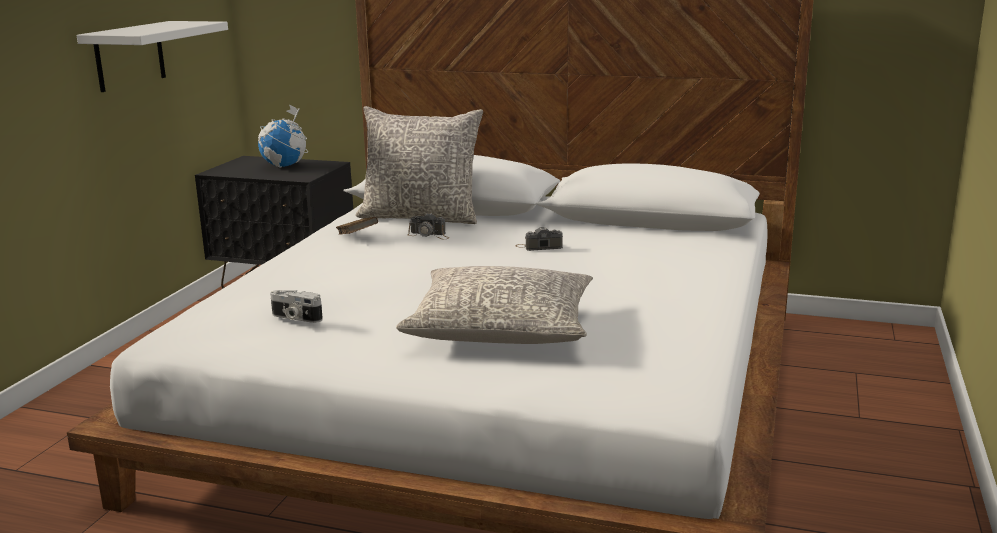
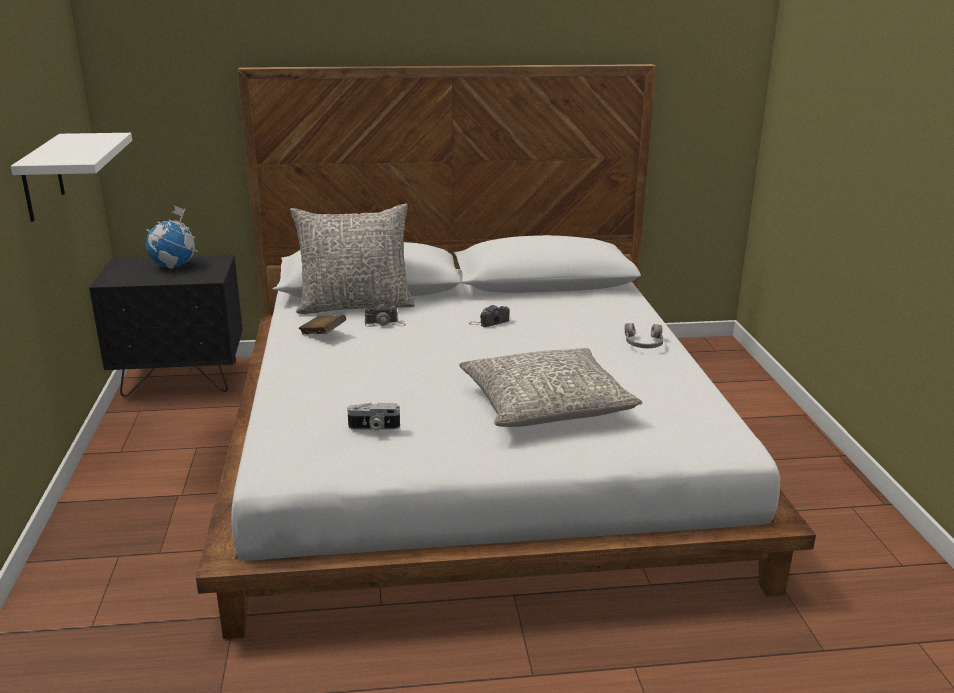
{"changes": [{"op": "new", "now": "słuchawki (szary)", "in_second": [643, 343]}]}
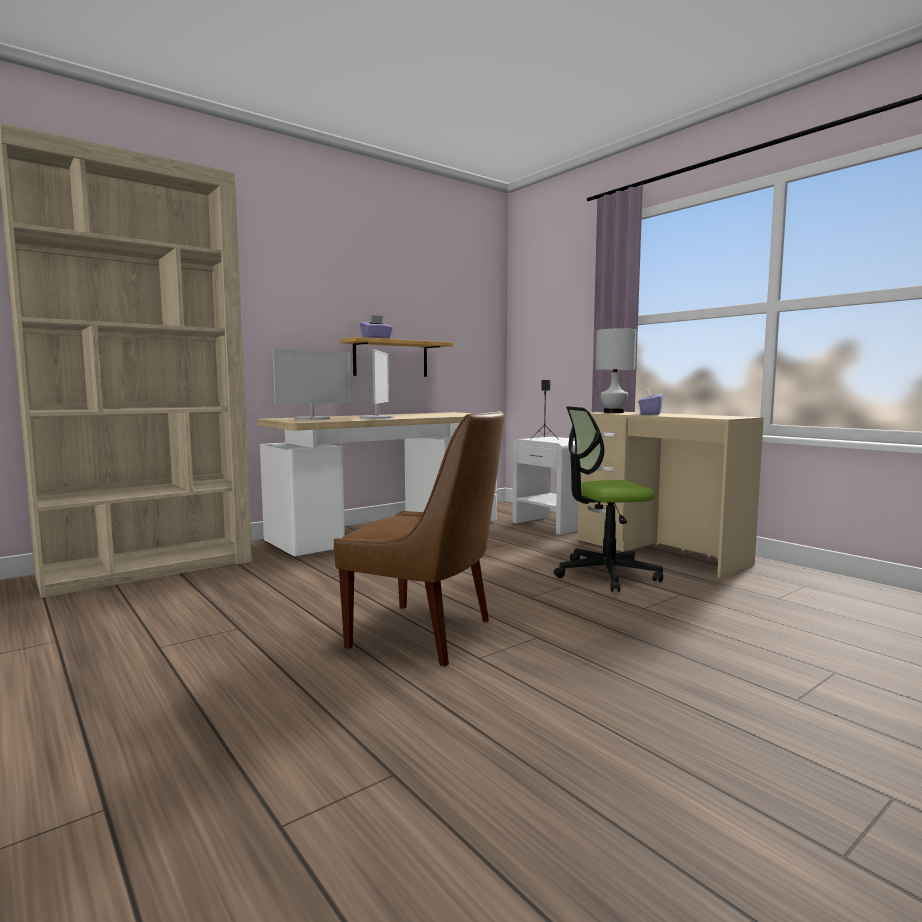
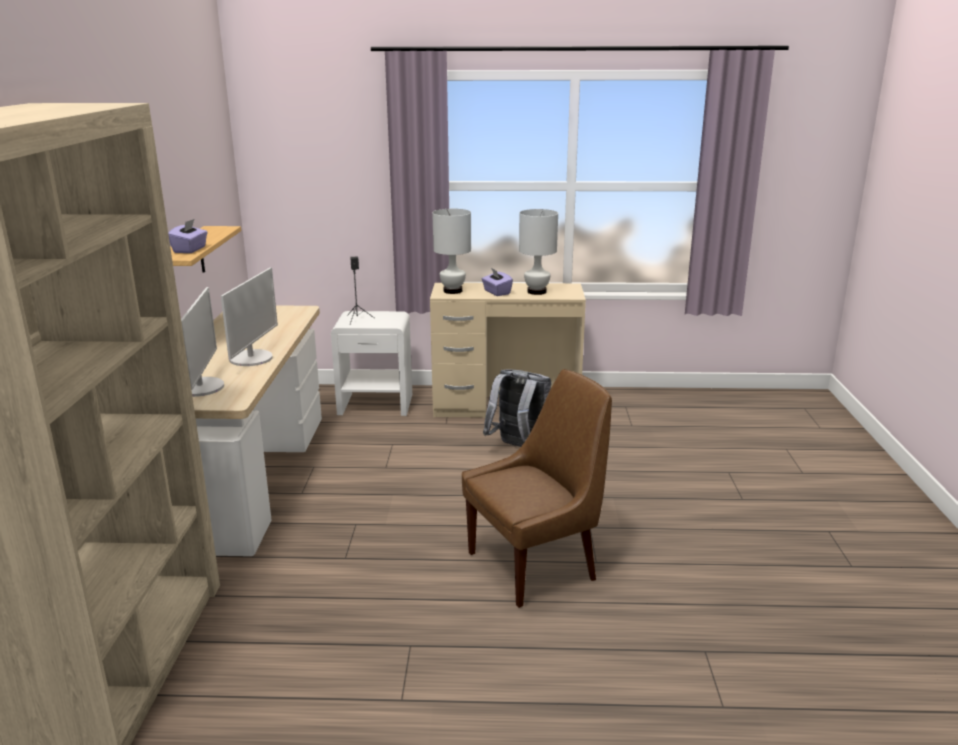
{"changes": [{"op": "rotated", "was": "monitor", "in_first": [377, 417], "in_second": [251, 358], "clockwise": 60}, {"op": "swapped", "was": "krzesło biurowe", "now": "plecak (szary)", "in_first": [605, 574], "in_second": [519, 448]}, {"op": "new", "now": "lampa stołowa (biały)", "in_second": [537, 292]}]}
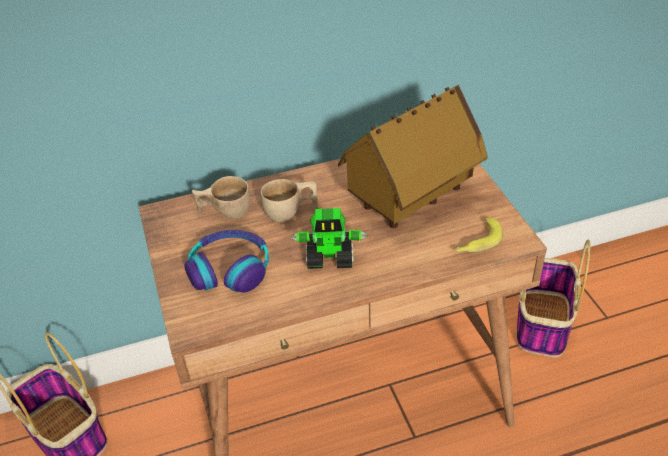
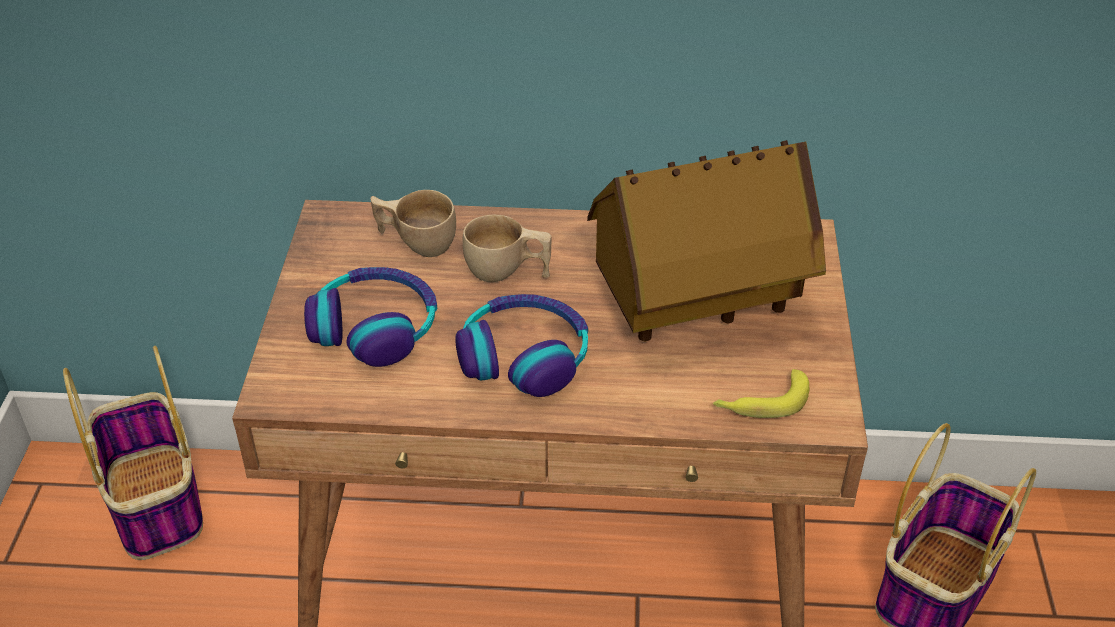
{"changes": [{"op": "swapped", "was": "robot zabawkowy", "now": "słuchawki", "in_first": [330, 258], "in_second": [524, 356]}]}
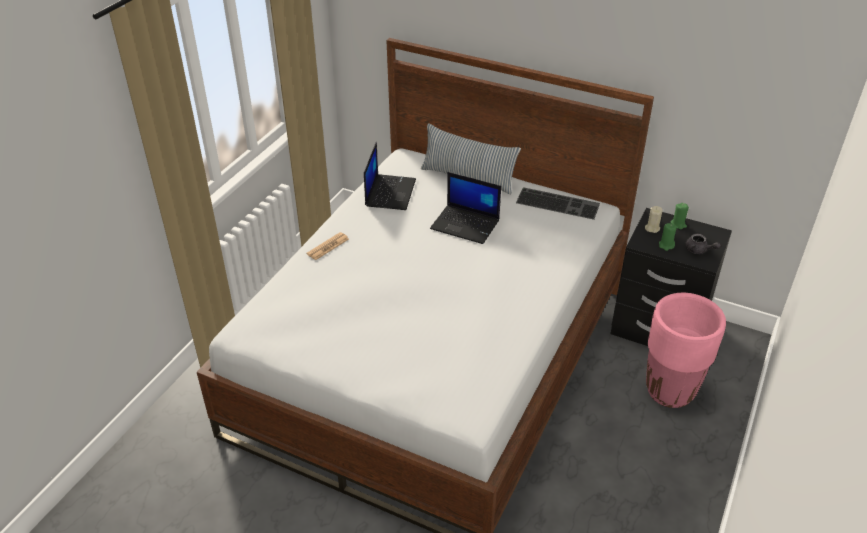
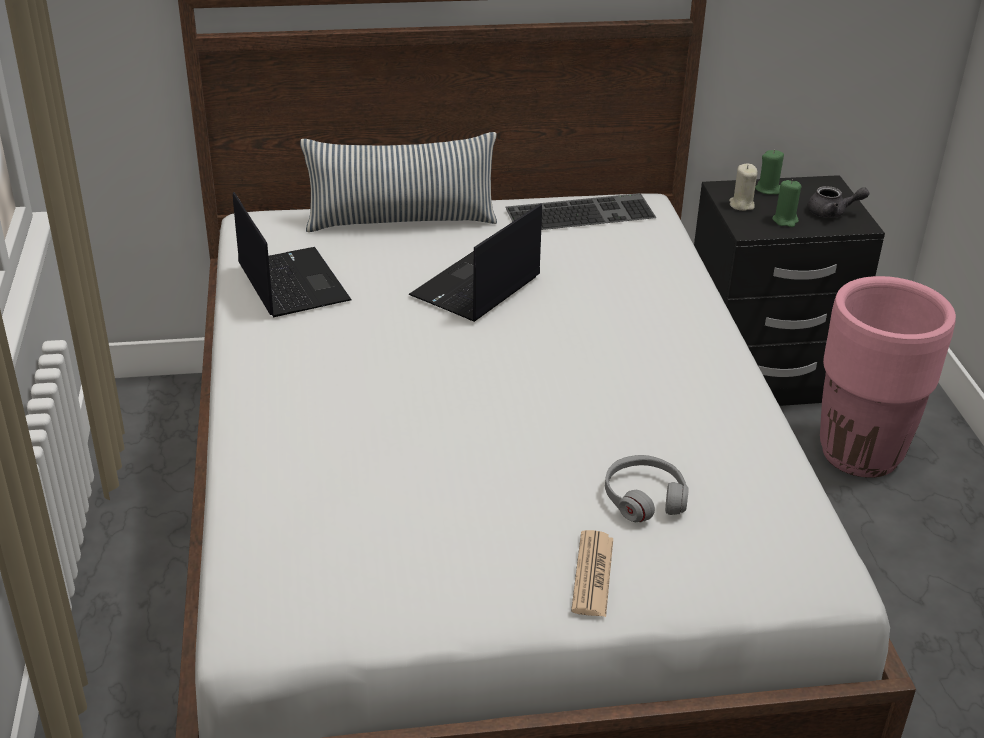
{"changes": [{"op": "rotated", "was": "laptop", "in_first": [466, 224], "in_second": [476, 288], "clockwise": 135}, {"op": "shifted", "was": "gazeta", "in_first": [328, 246], "in_second": [592, 574]}, {"op": "new", "now": "słuchawki (szary)", "in_second": [644, 497]}]}
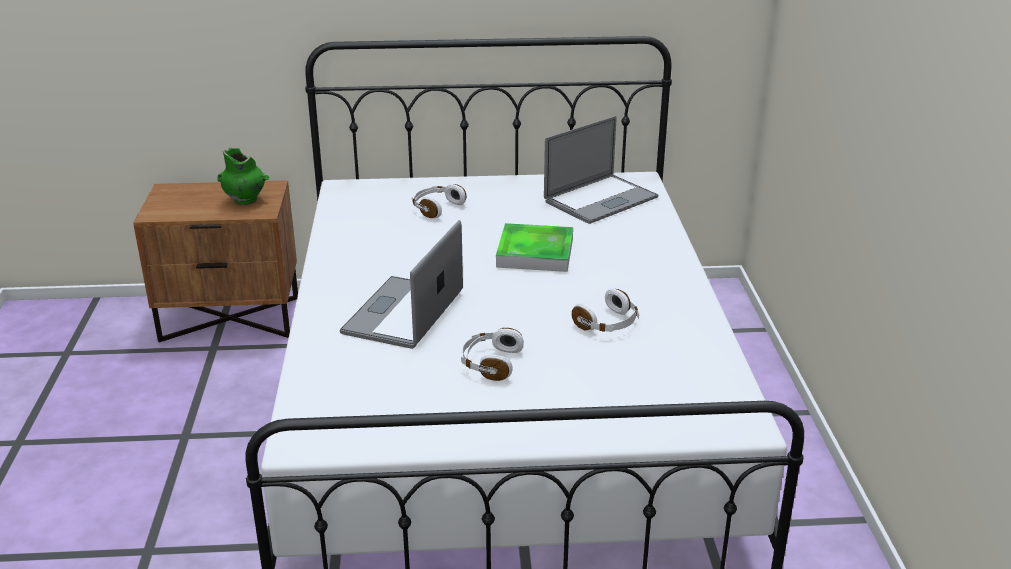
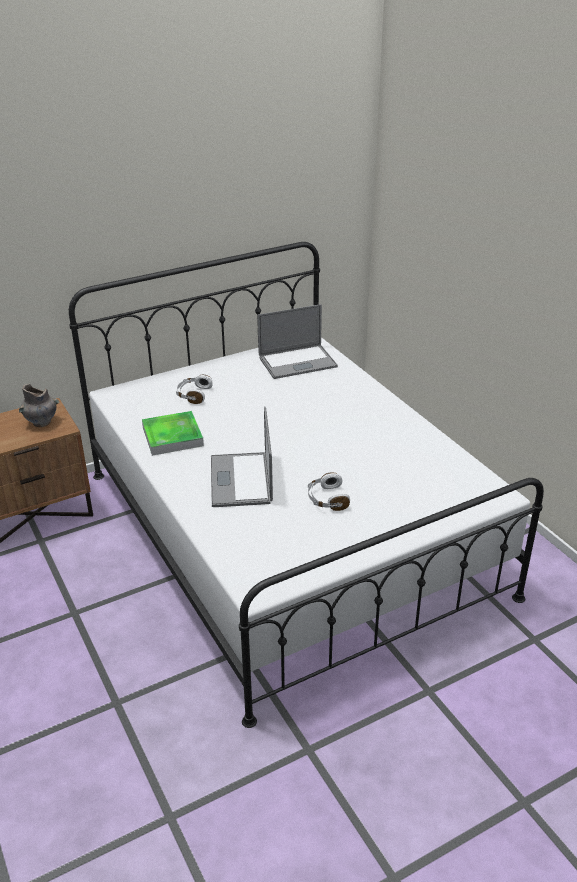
{"changes": [{"op": "rotated", "was": "laptop", "in_first": [600, 199], "in_second": [297, 362], "clockwise": 45}, {"op": "repainted", "was": "wazon (zielony)", "now": "wazon (szary)", "in_first": [246, 201], "in_second": [42, 422]}, {"op": "shifted", "was": "taca", "in_first": [535, 253], "in_second": [172, 436]}, {"op": "gone", "was": "słuchawki (biały)", "in_first": [608, 324]}]}
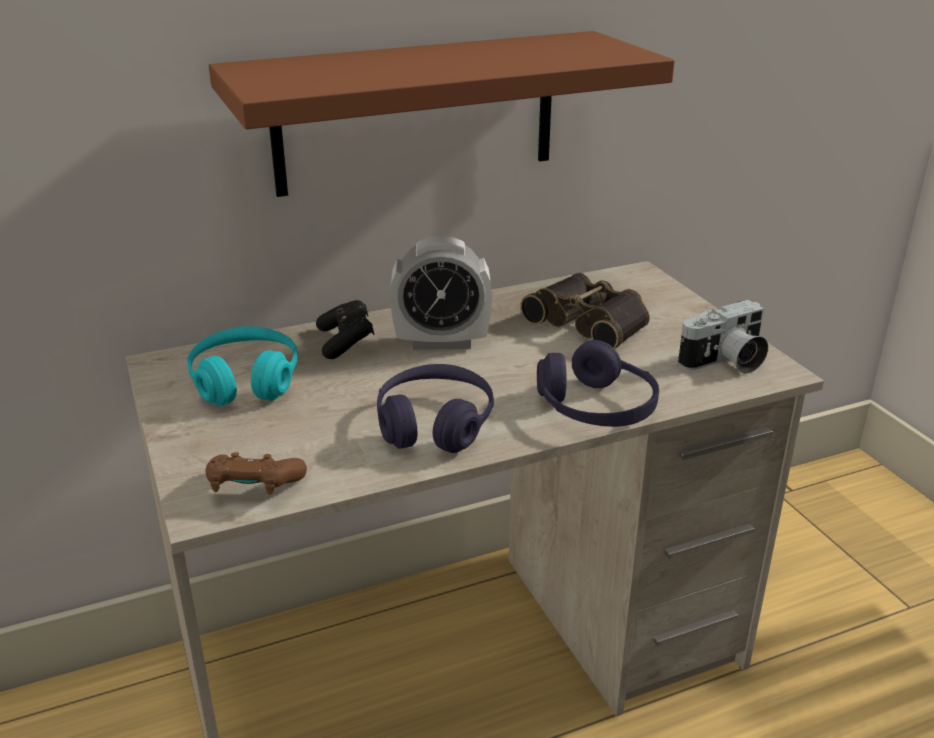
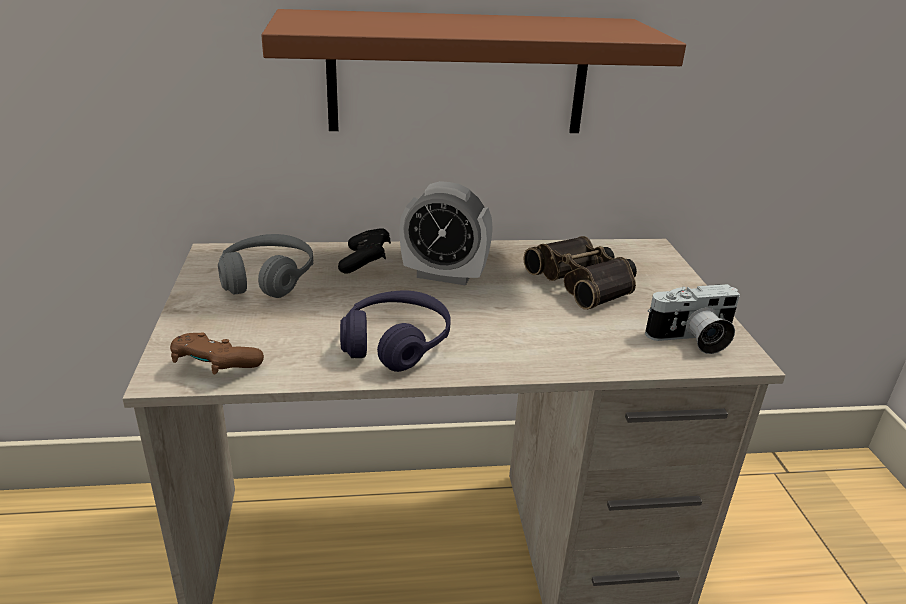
{"changes": [{"op": "repainted", "was": "słuchawki (turkusowy)", "now": "słuchawki (szary)", "in_first": [245, 381], "in_second": [267, 278]}, {"op": "gone", "was": "słuchawki (fioletowy)", "in_first": [596, 408]}]}
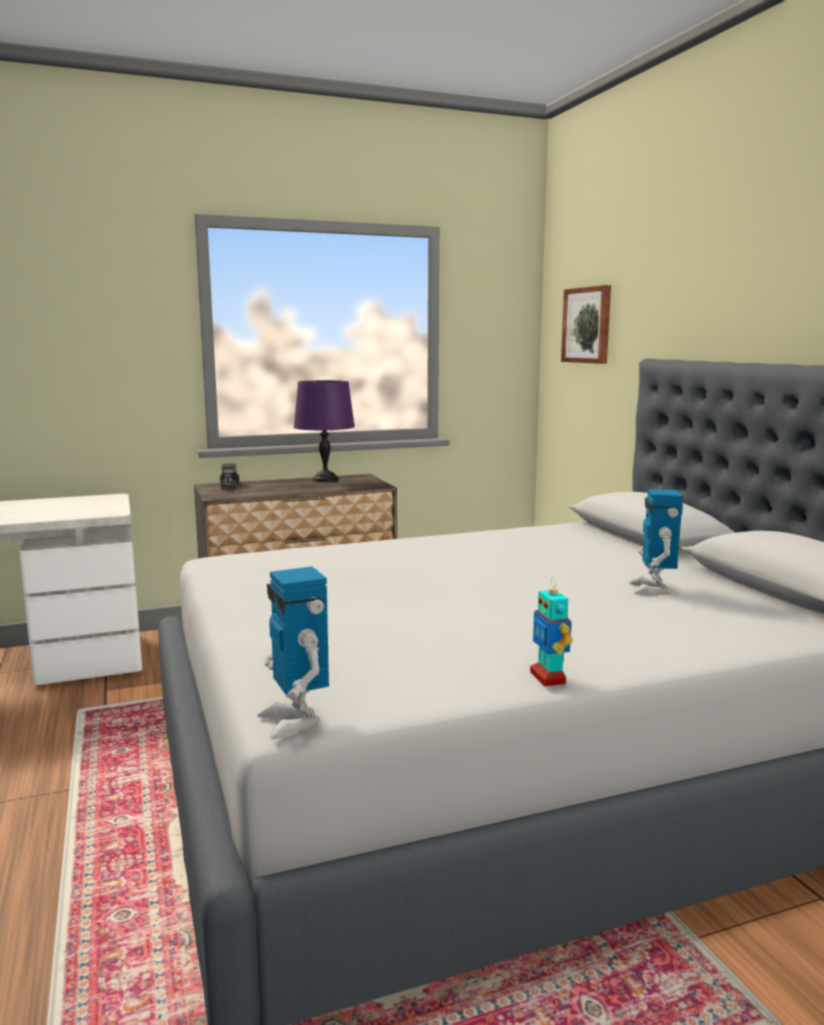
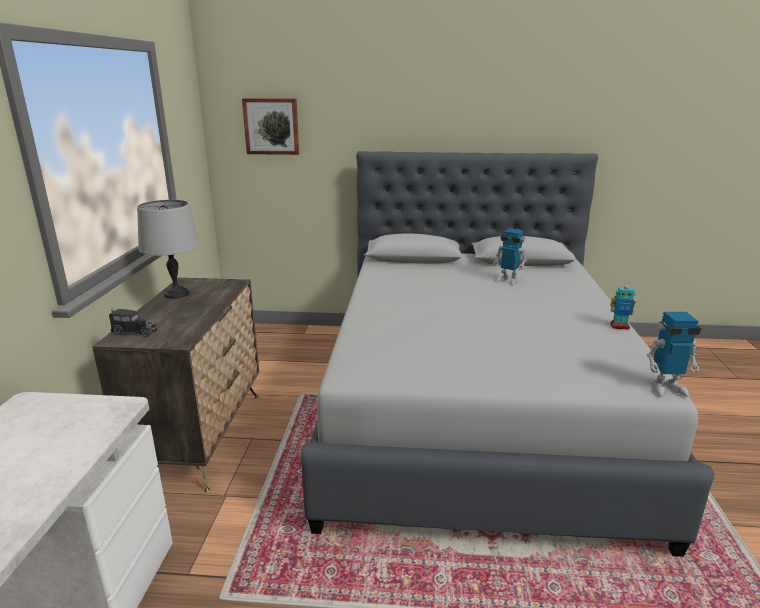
{"changes": [{"op": "repainted", "was": "lampa stołowa (fioletowy)", "now": "lampa stołowa (szary)", "in_first": [326, 479], "in_second": [177, 294]}]}
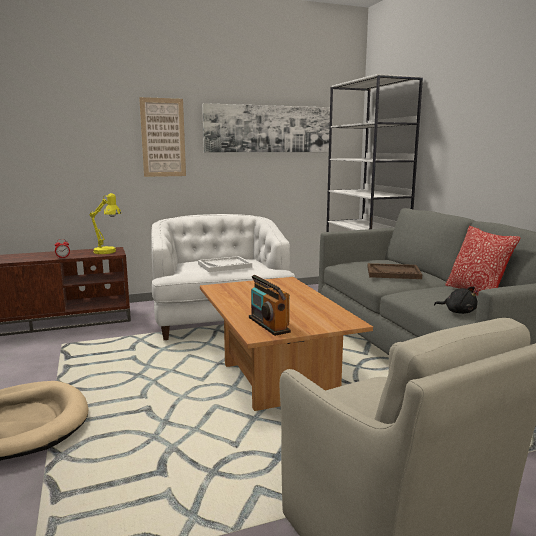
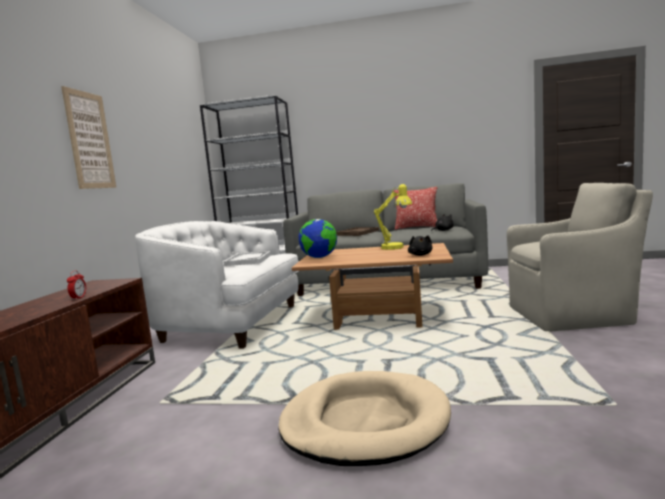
{"changes": [{"op": "gone", "was": "obraz", "in_first": [269, 129]}, {"op": "shifted", "was": "lampa stołowa (żółty)", "in_first": [108, 252], "in_second": [396, 247]}, {"op": "swapped", "was": "radio", "now": "pluszak (czarny)", "in_first": [268, 325], "in_second": [420, 255]}, {"op": "new", "now": "globus", "in_second": [319, 257]}]}
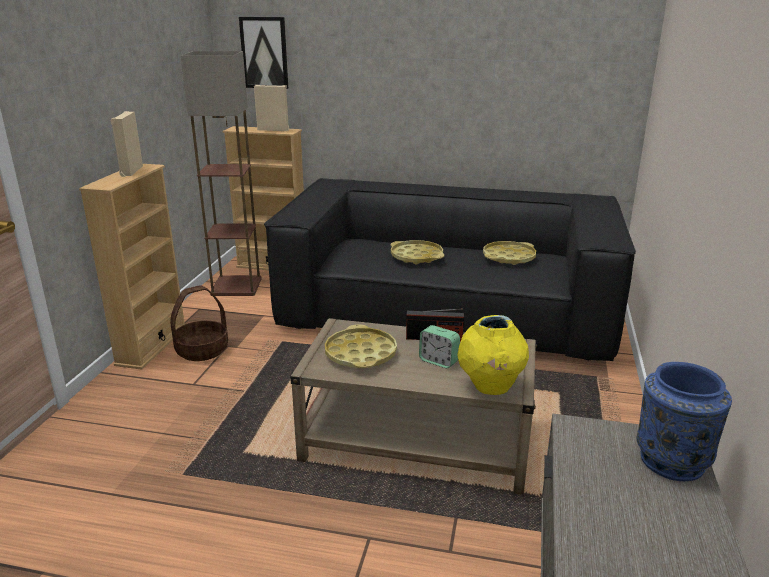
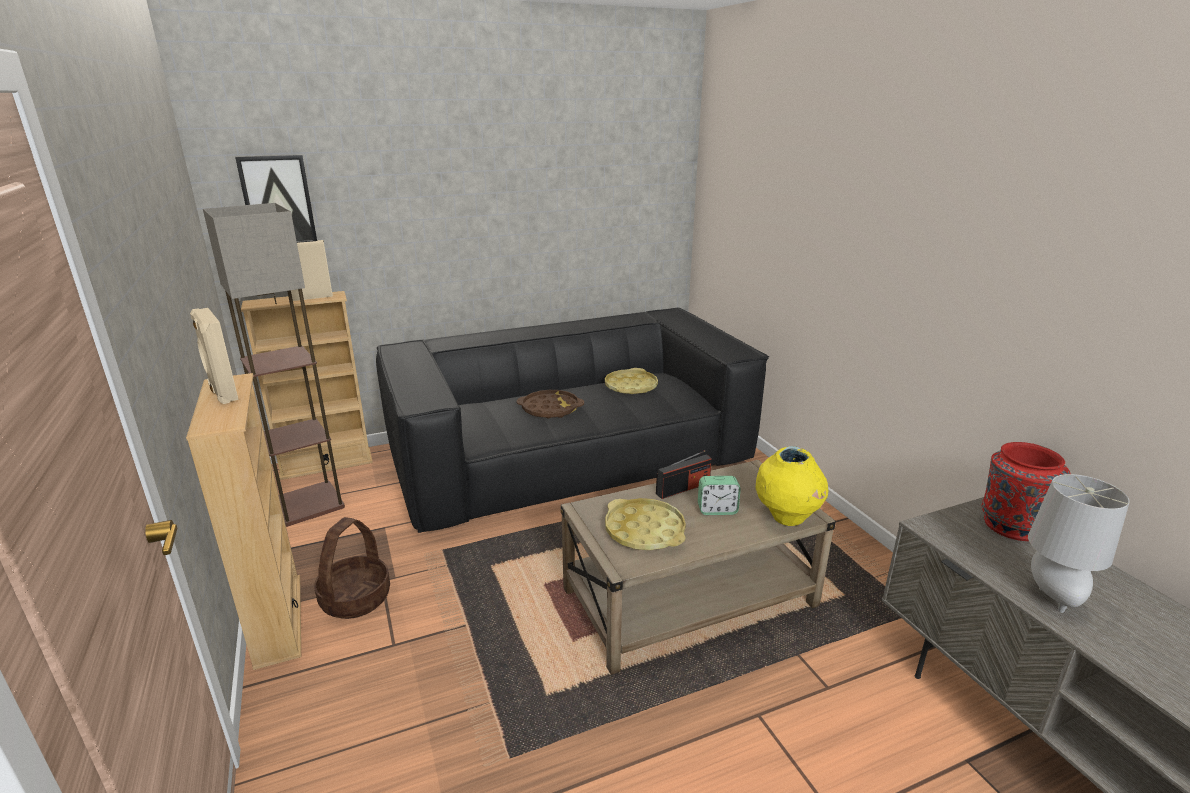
{"changes": [{"op": "repainted", "was": "taca (żółty)", "now": "taca (brązowy)", "in_first": [416, 256], "in_second": [550, 409]}, {"op": "repainted", "was": "wazon (niebieski)", "now": "wazon (czerwony)", "in_first": [671, 460], "in_second": [1011, 525]}, {"op": "new", "now": "lampa stołowa (szary)", "in_second": [1051, 597]}]}
